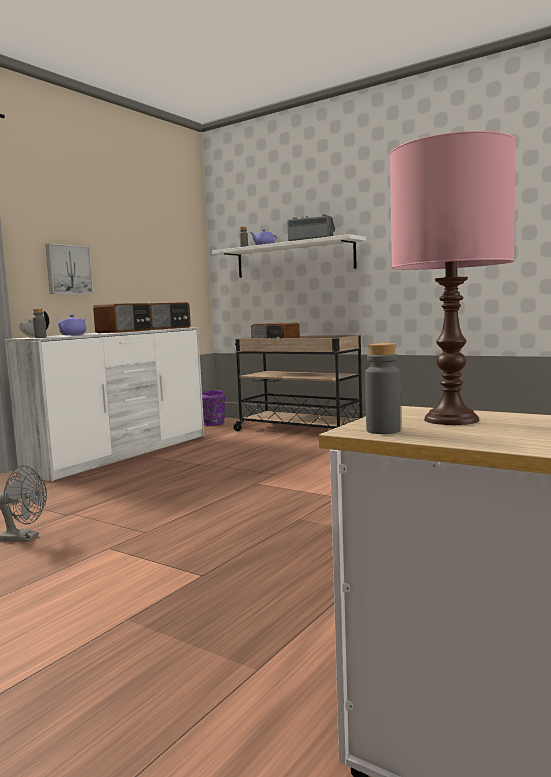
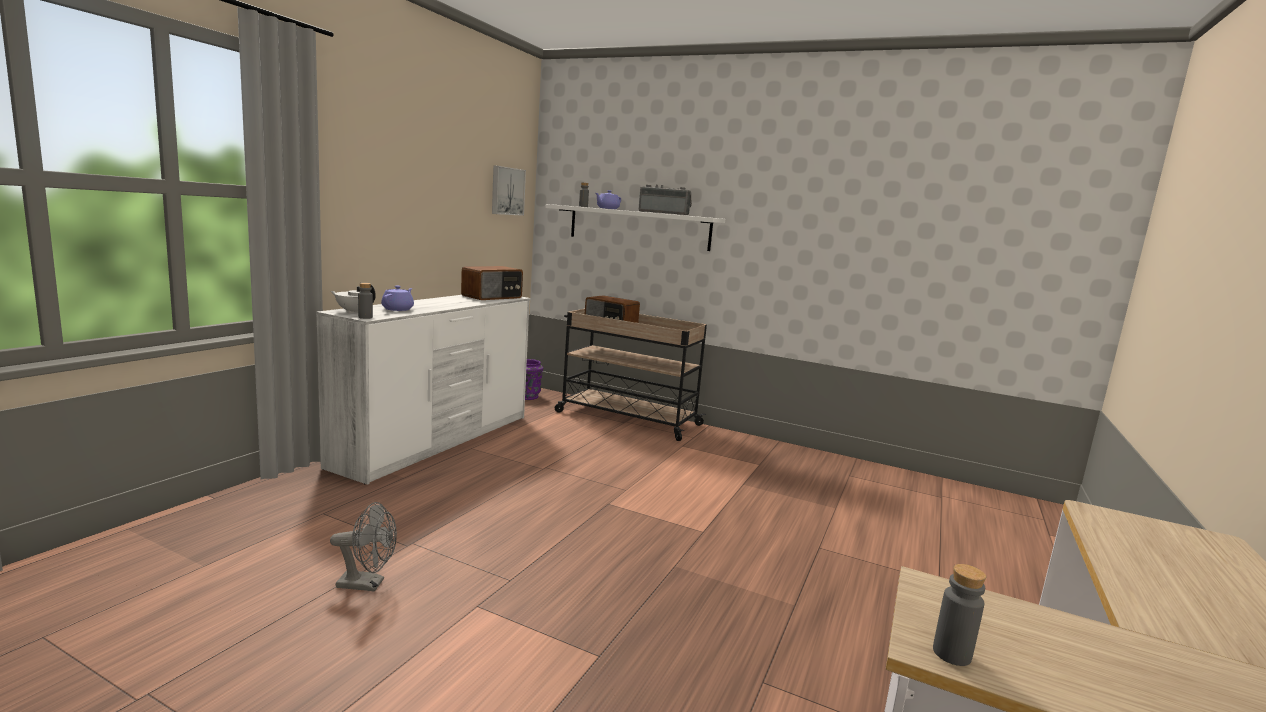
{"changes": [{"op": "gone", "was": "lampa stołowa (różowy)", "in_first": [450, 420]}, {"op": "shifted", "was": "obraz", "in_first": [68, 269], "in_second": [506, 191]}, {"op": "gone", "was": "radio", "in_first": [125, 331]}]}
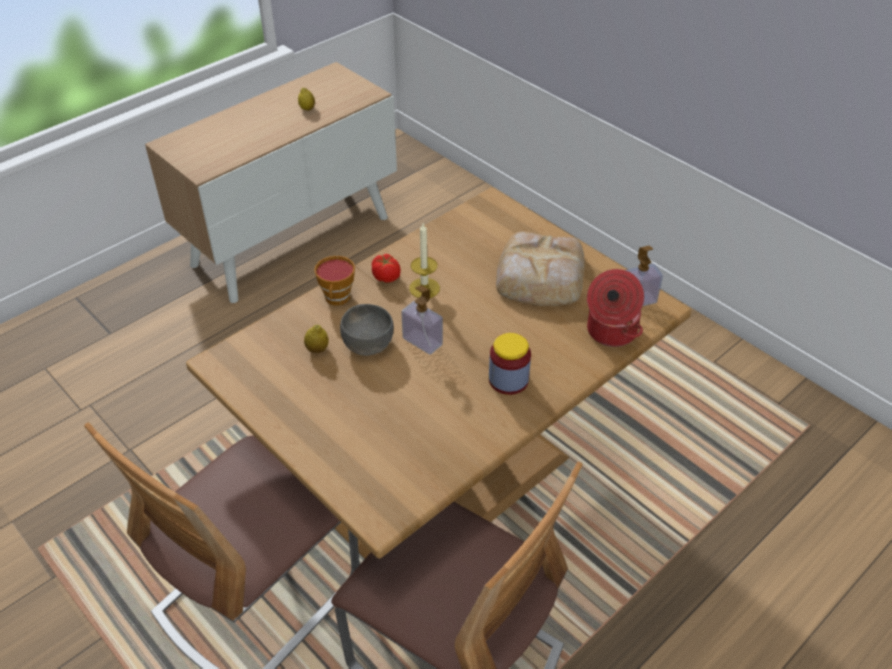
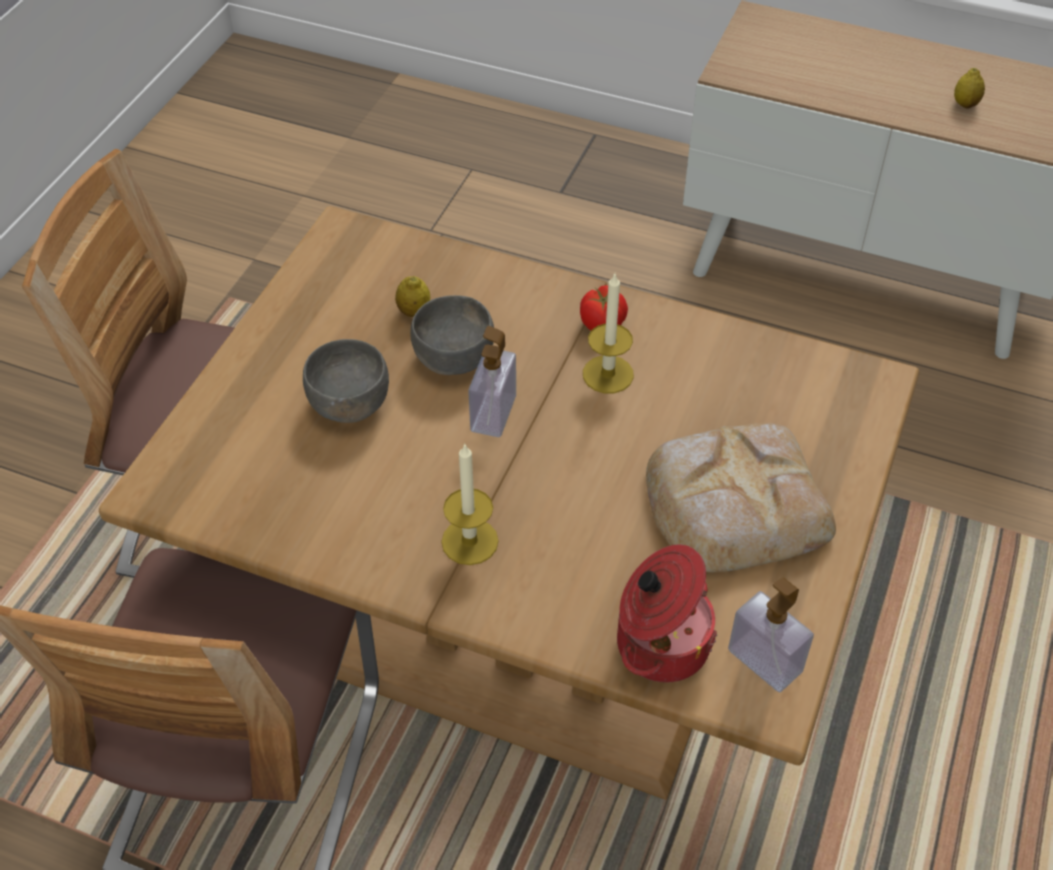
{"changes": [{"op": "gone", "was": "filiżanka", "in_first": [337, 299]}, {"op": "swapped", "was": "słoik", "now": "świeca", "in_first": [508, 380], "in_second": [470, 541]}, {"op": "new", "now": "miska (szary)", "in_second": [349, 404]}]}
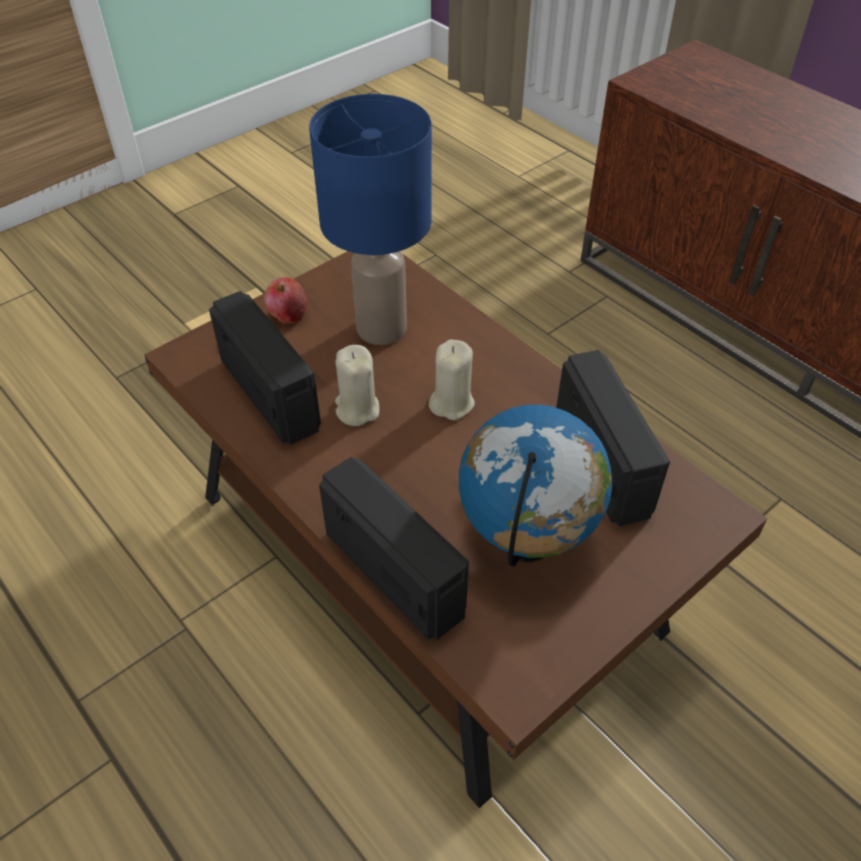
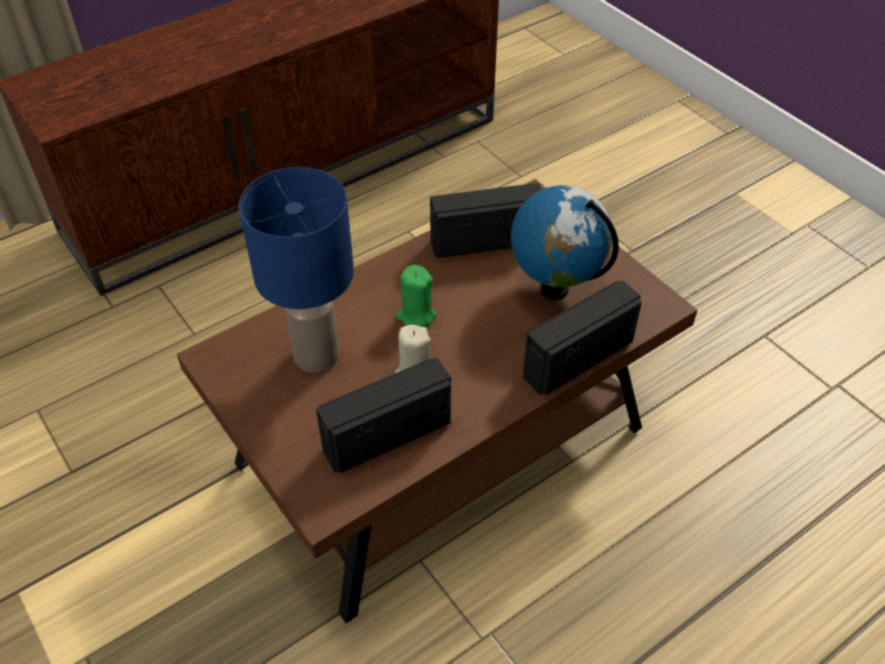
{"changes": [{"op": "gone", "was": "jabłko", "in_first": [288, 315]}, {"op": "repainted", "was": "świeca (beżowy)", "now": "świeca (zielony)", "in_first": [451, 403], "in_second": [416, 316]}]}
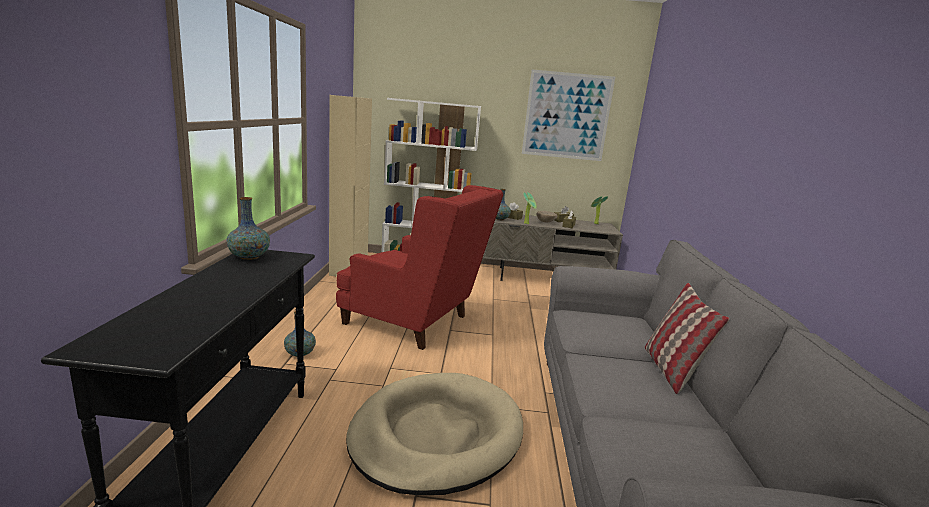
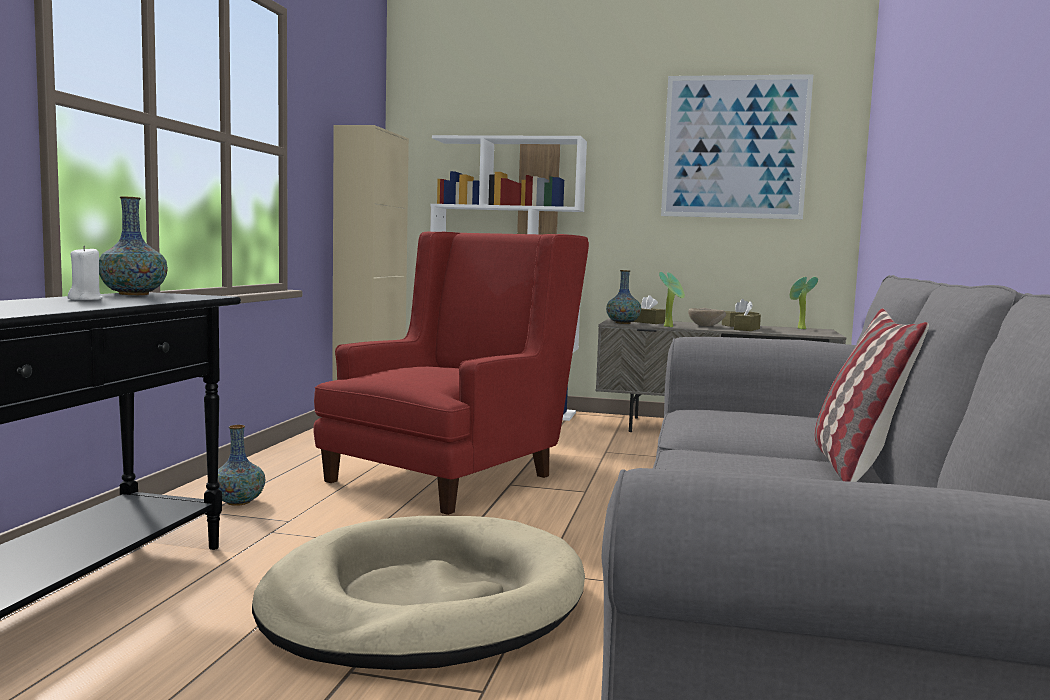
{"changes": [{"op": "rotated", "was": "fotel (czerwony)", "in_first": [415, 322], "in_second": [452, 474], "clockwise": -90}, {"op": "new", "now": "świeca (biały)", "in_second": [86, 299]}]}
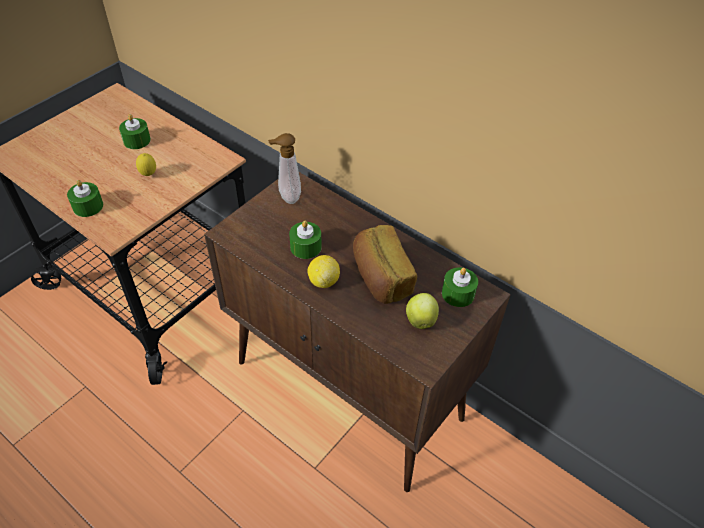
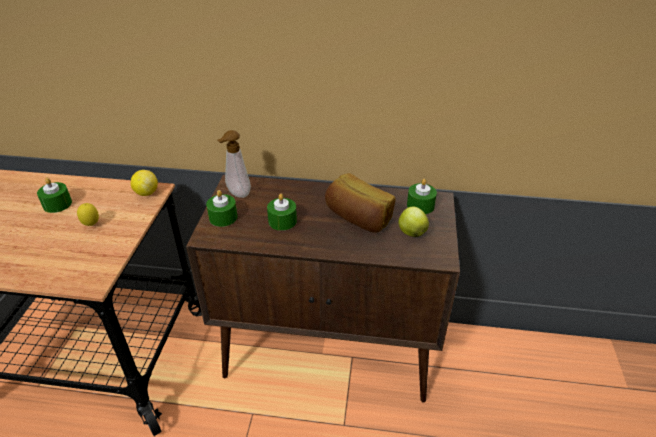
{"changes": [{"op": "shifted", "was": "świeca (zielony)", "in_first": [88, 206], "in_second": [223, 217]}, {"op": "shifted", "was": "cytryna", "in_first": [323, 281], "in_second": [146, 192]}]}
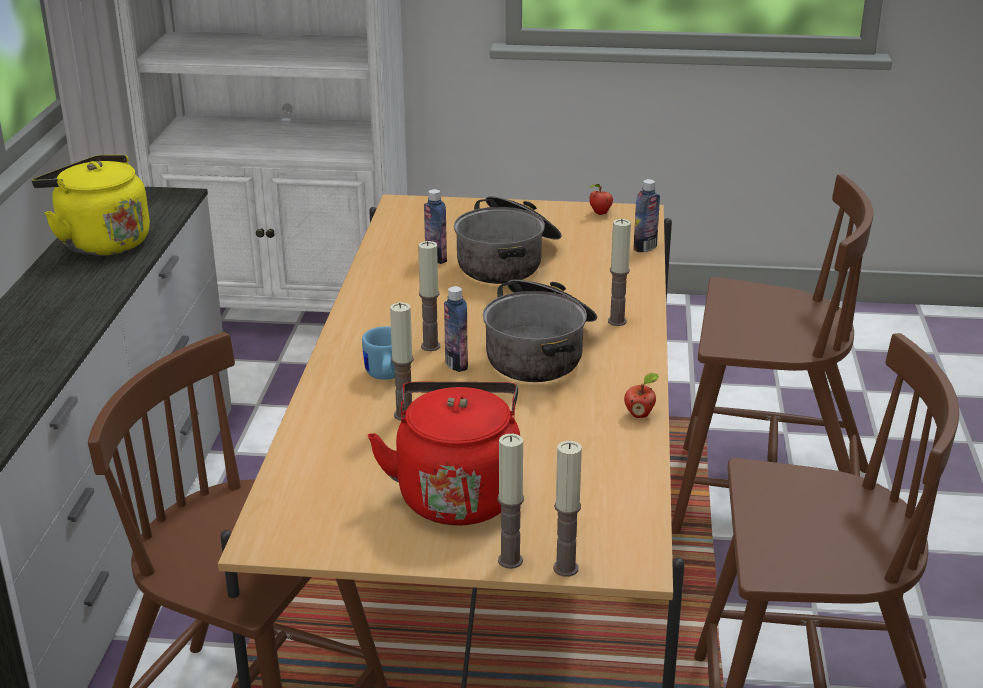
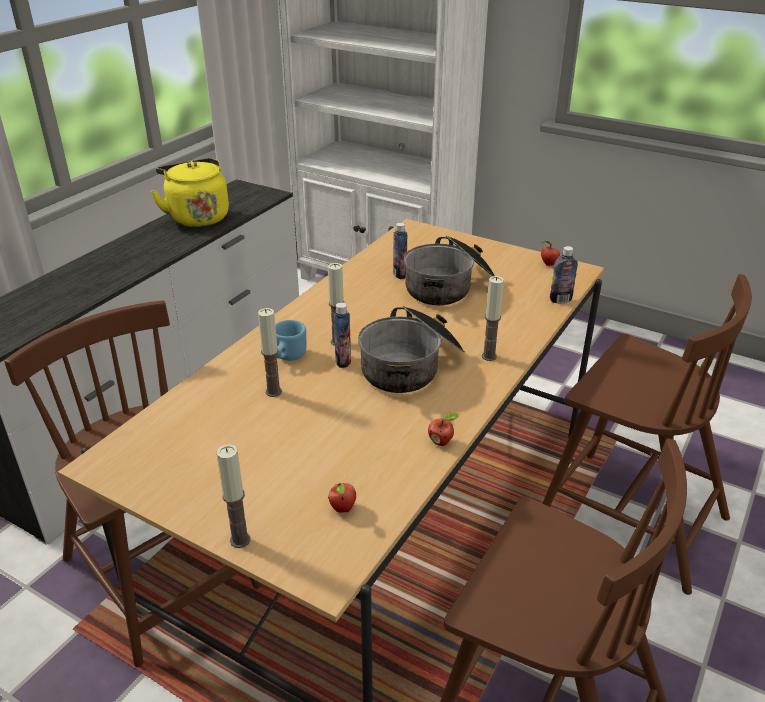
{"changes": [{"op": "gone", "was": "czajnik (czerwony)", "in_first": [457, 493]}, {"op": "gone", "was": "świeca", "in_first": [566, 568]}, {"op": "new", "now": "jabłko", "in_second": [343, 509]}]}
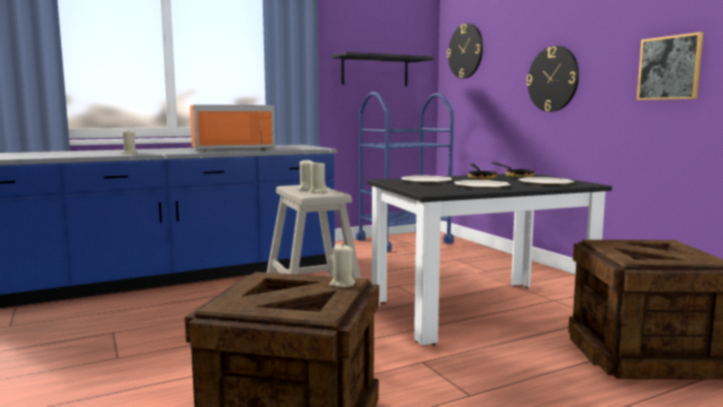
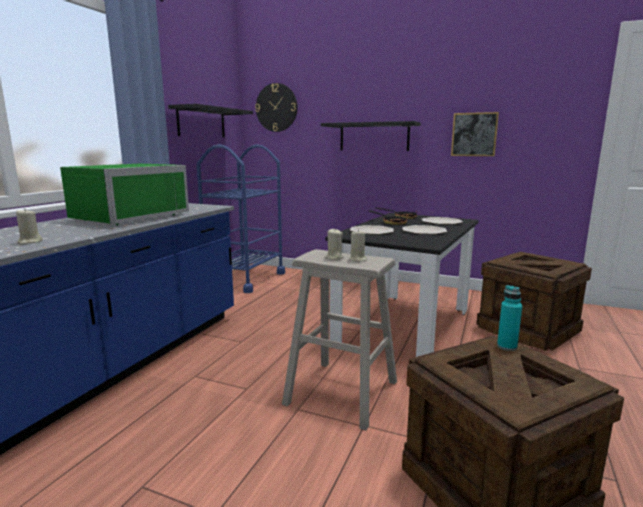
{"changes": [{"op": "swapped", "was": "zegar ścienny", "now": "półka (czarny)", "in_first": [553, 79], "in_second": [374, 137]}, {"op": "repainted", "was": "mikrofalówka (pomarańczowy)", "now": "mikrofalówka (zielony)", "in_first": [232, 149], "in_second": [127, 217]}, {"op": "swapped", "was": "świeca (beżowy)", "now": "butelka (turkusowy)", "in_first": [342, 284], "in_second": [507, 346]}]}
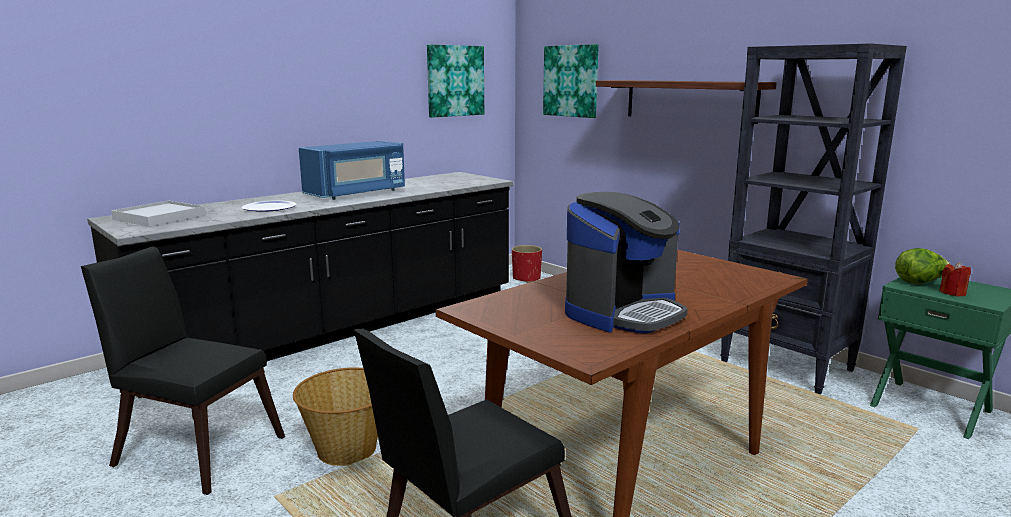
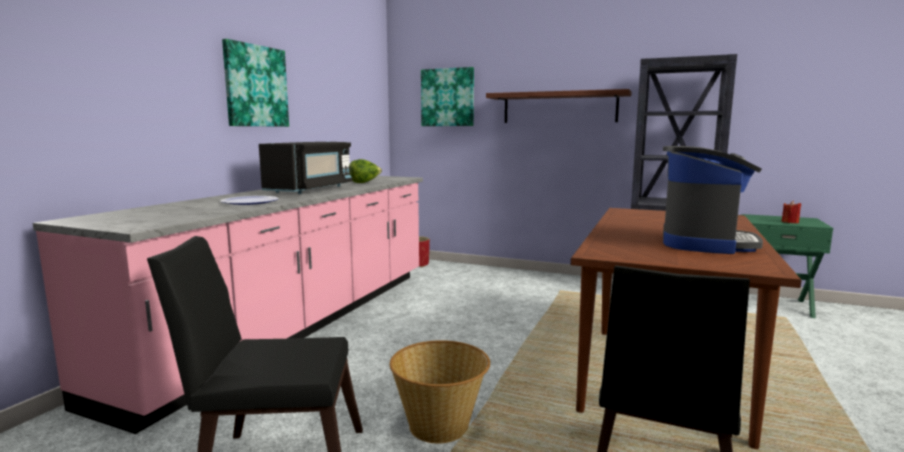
{"changes": [{"op": "shifted", "was": "obraz", "in_first": [455, 81], "in_second": [255, 86]}, {"op": "repainted", "was": "mikrofalówka (niebieski)", "now": "mikrofalówka (czarny)", "in_first": [357, 193], "in_second": [311, 189]}, {"op": "repainted", "was": "zabudowa kuchenna (czarny)", "now": "zabudowa kuchenna (różowy)", "in_first": [340, 328], "in_second": [298, 324]}, {"op": "gone", "was": "taca (biały)", "in_first": [160, 217]}, {"op": "shifted", "was": "sałata", "in_first": [919, 282], "in_second": [364, 182]}]}
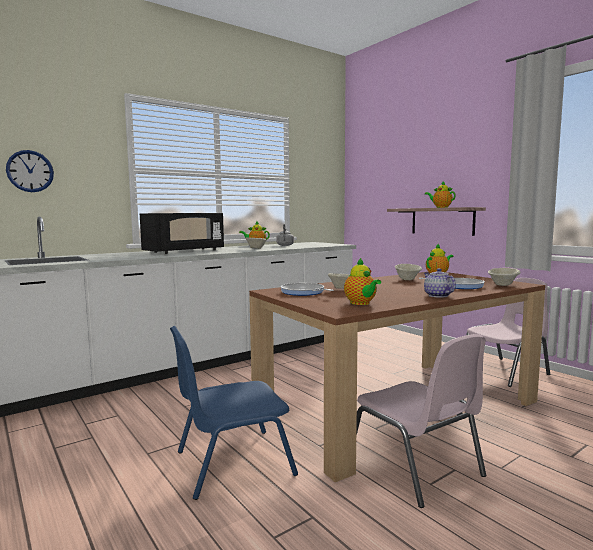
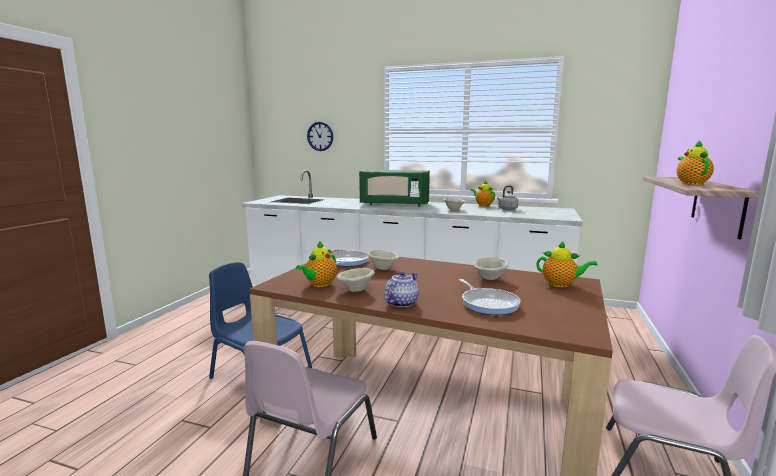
{"changes": [{"op": "repainted", "was": "mikrofalówka (czarny)", "now": "mikrofalówka (zielony)", "in_first": [186, 251], "in_second": [394, 204]}, {"op": "shifted", "was": "miska (beżowy)", "in_first": [503, 285], "in_second": [356, 290]}]}
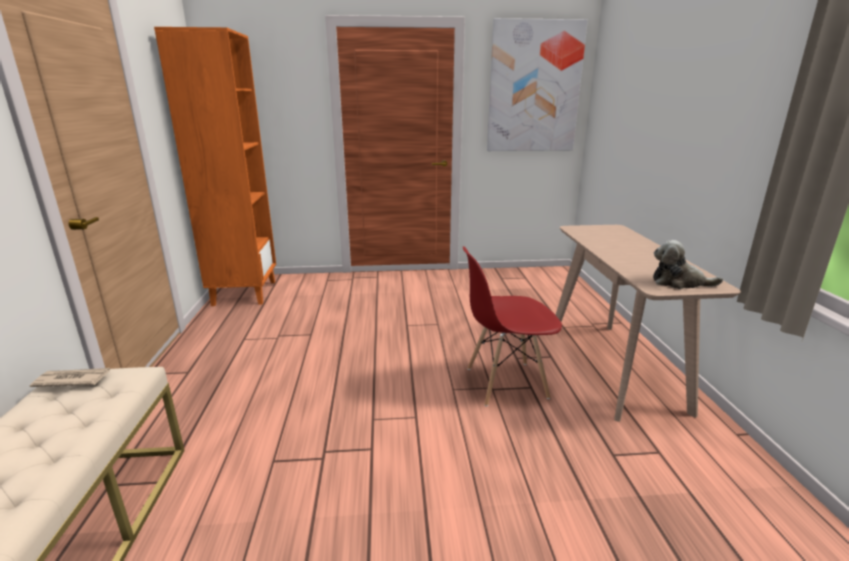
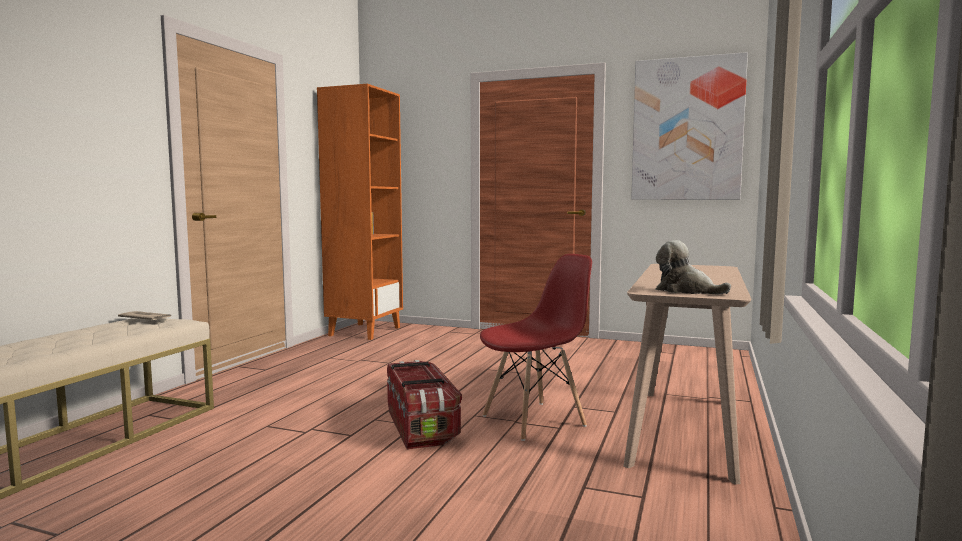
{"changes": [{"op": "rotated", "was": "krzesło (czerwony)", "in_first": [505, 383], "in_second": [534, 420], "clockwise": 135}, {"op": "new", "now": "pojemnik do przechowywania", "in_second": [421, 426]}]}
